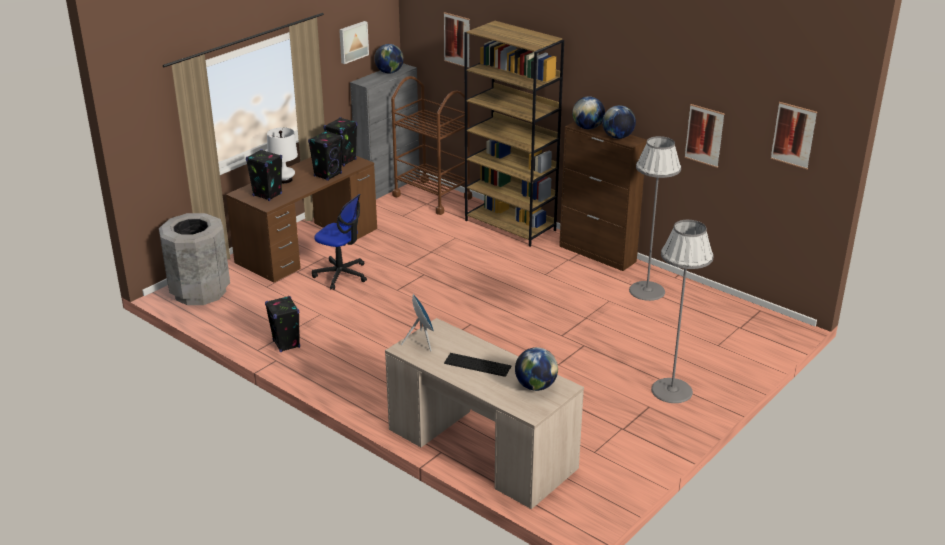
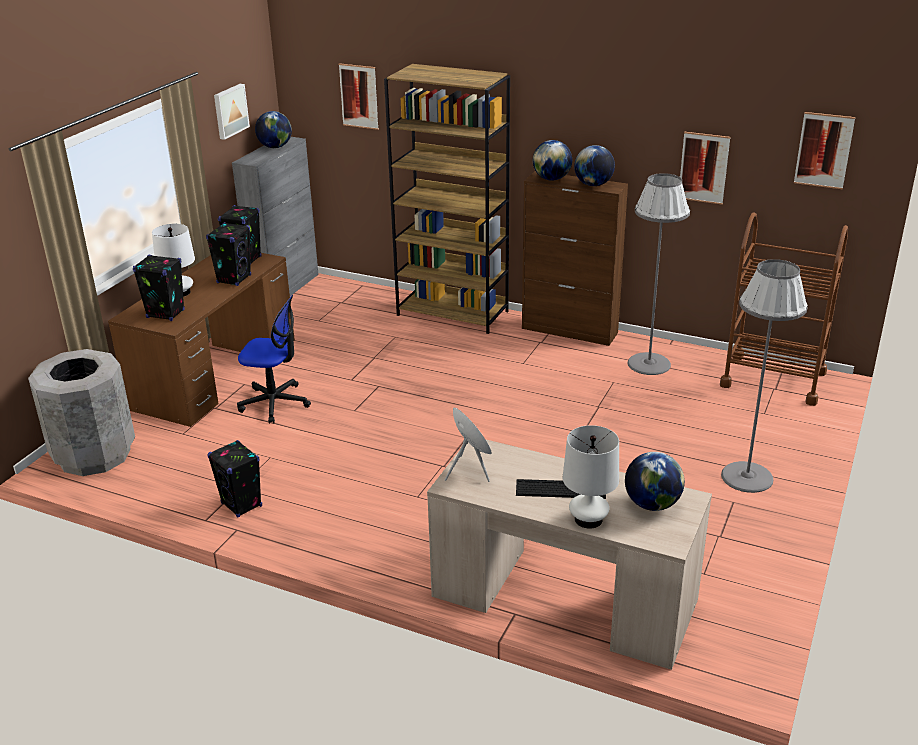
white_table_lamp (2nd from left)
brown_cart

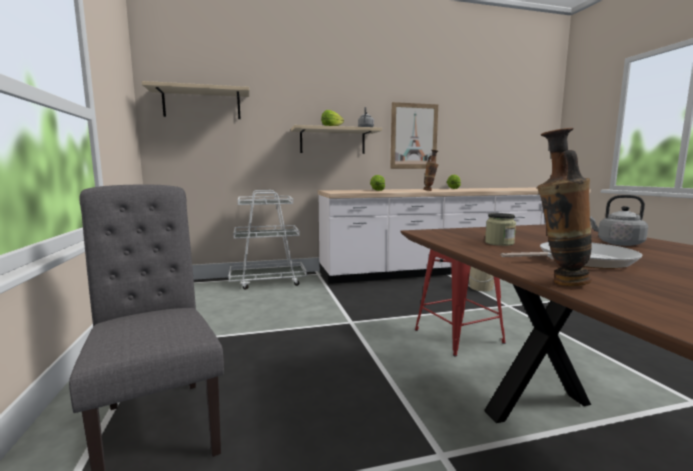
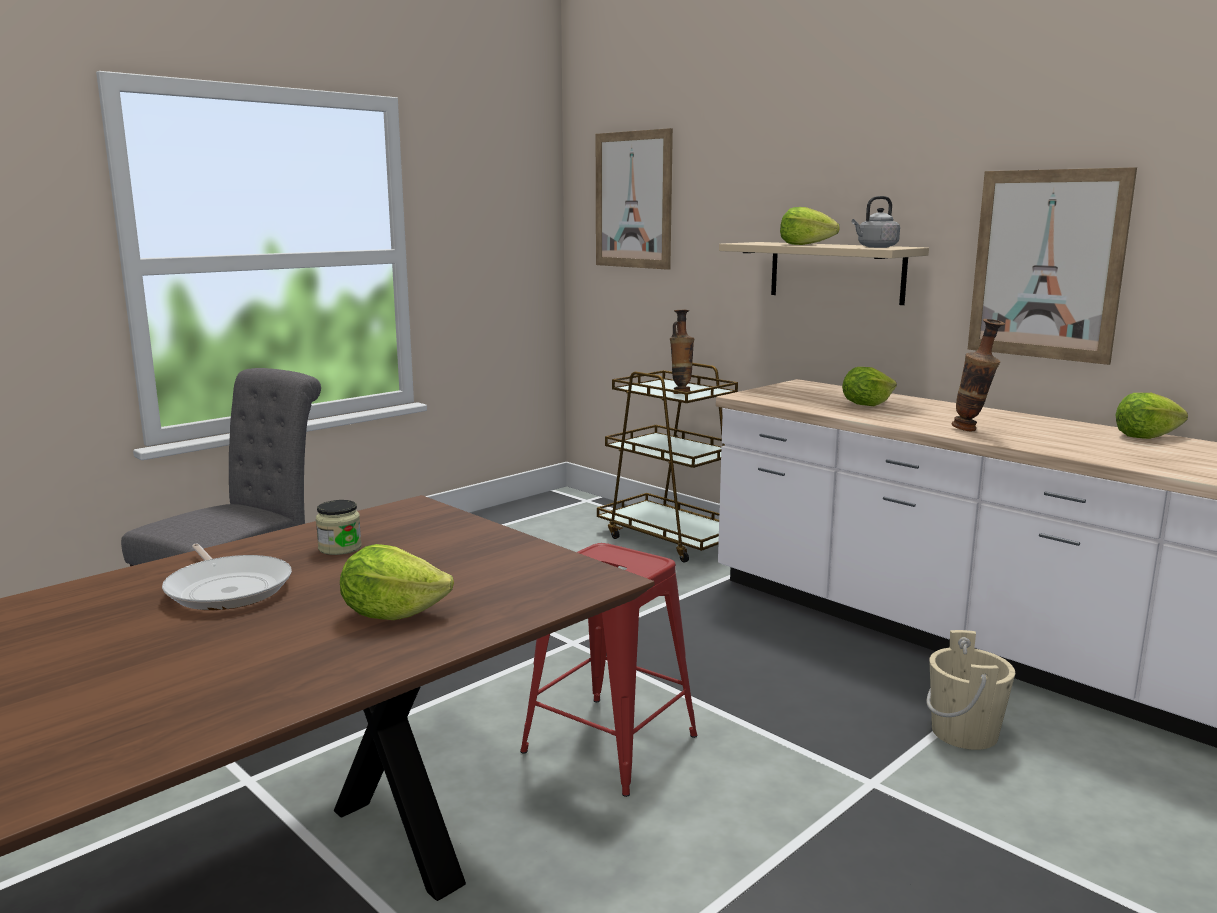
vase (1st from left)
picture (1st from left)
lettuce (1st from left)
brown_cart

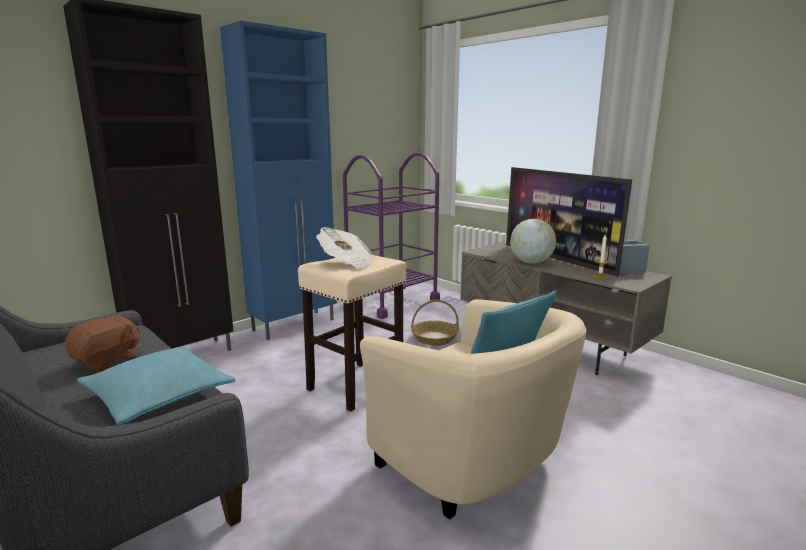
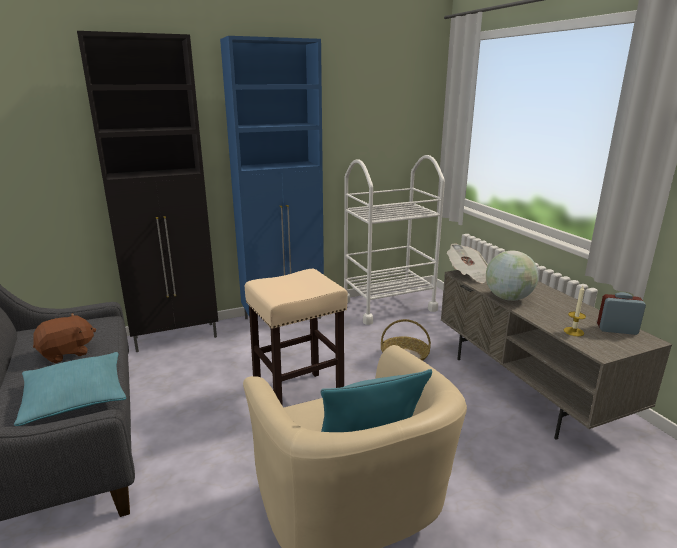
television
newspaper
white_cart

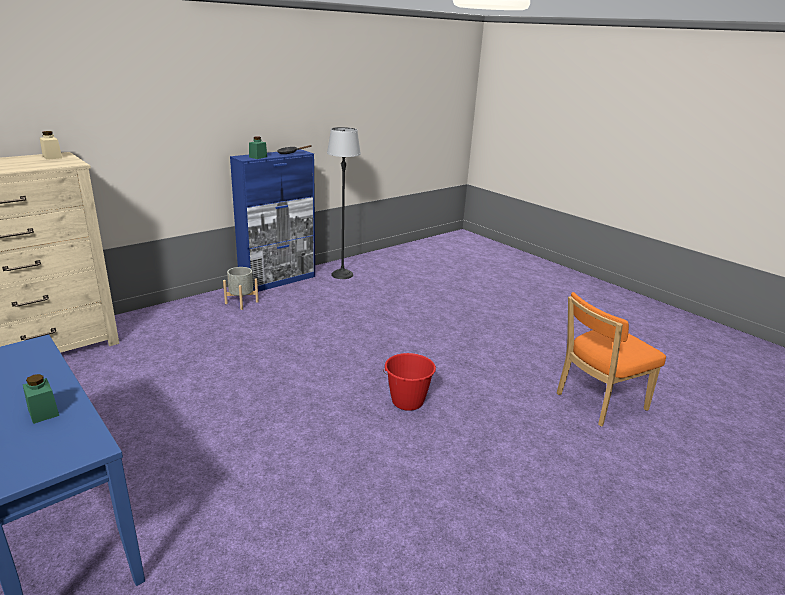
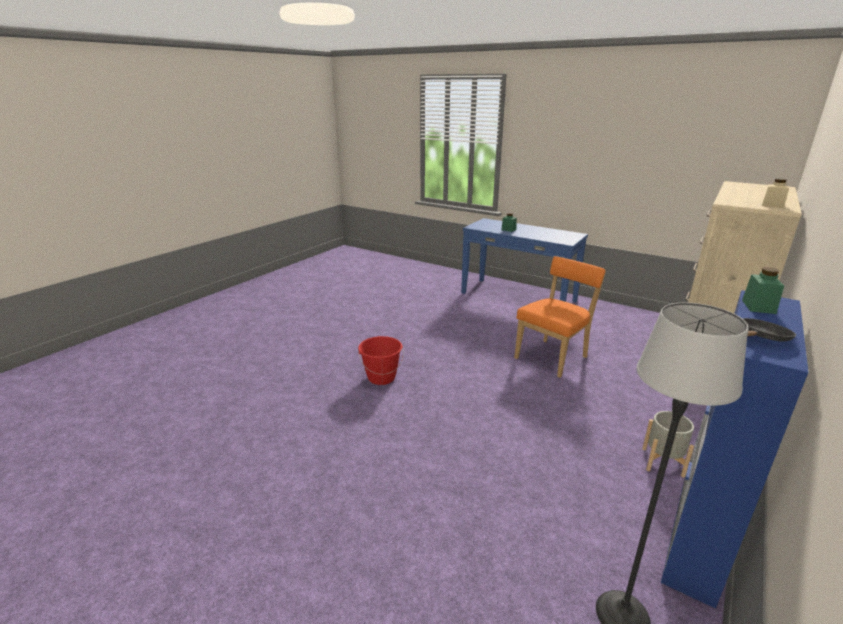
orange_chair

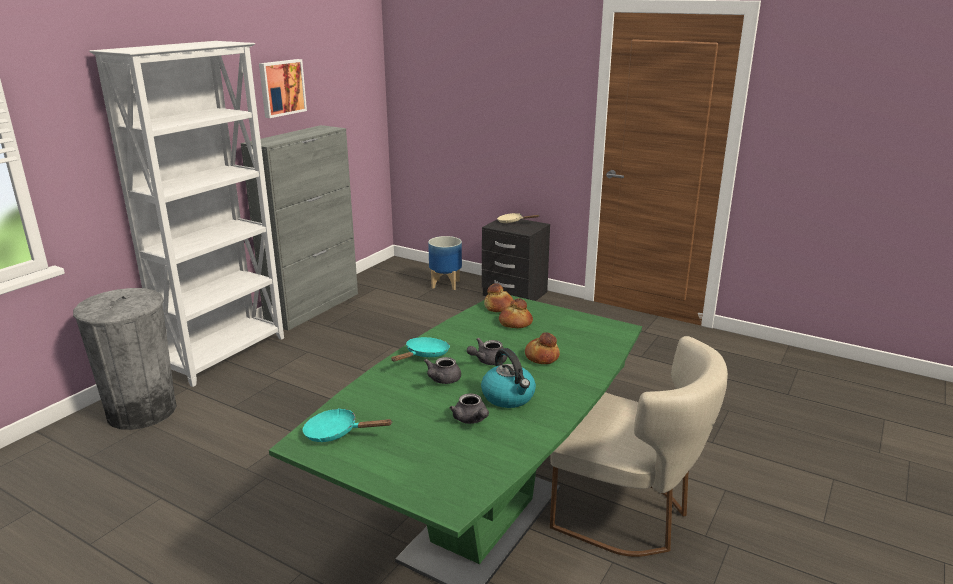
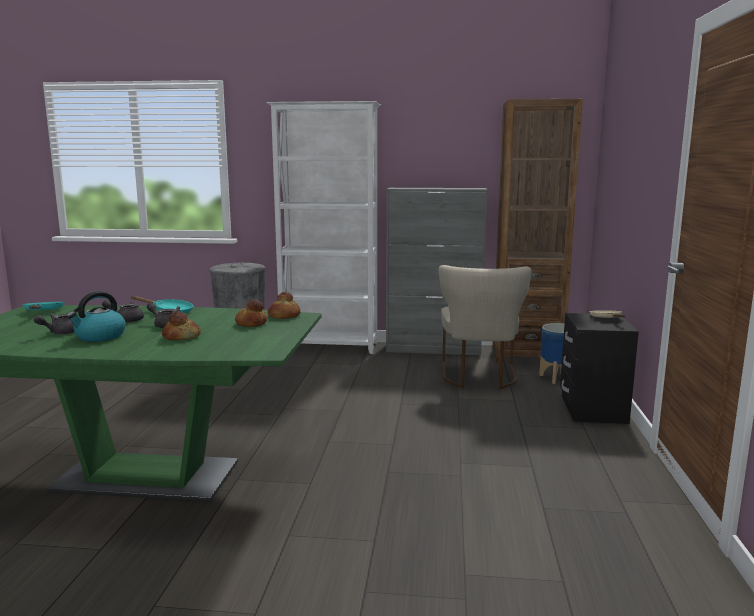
picture
brown_bookcase
beige_chair

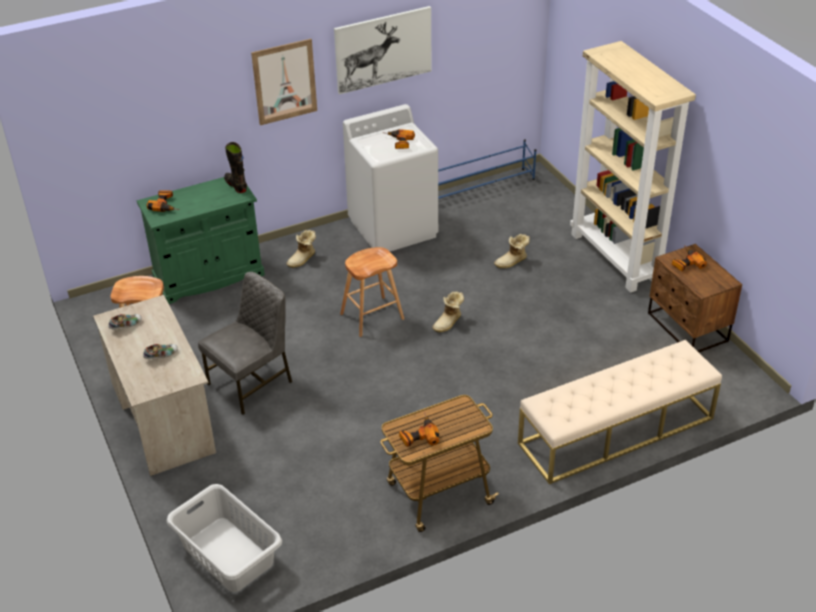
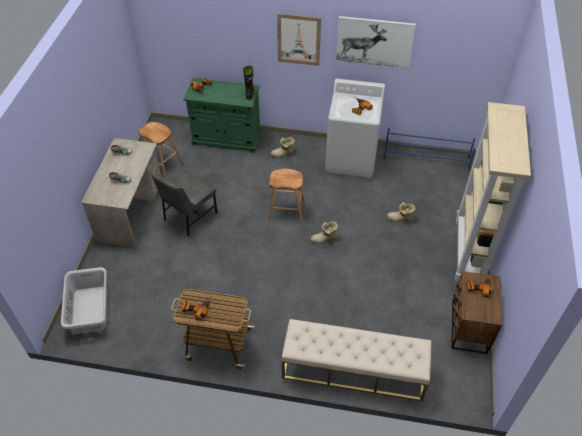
grey_chair

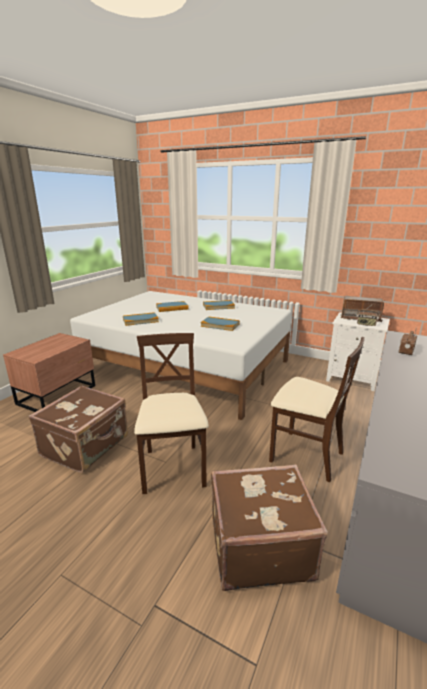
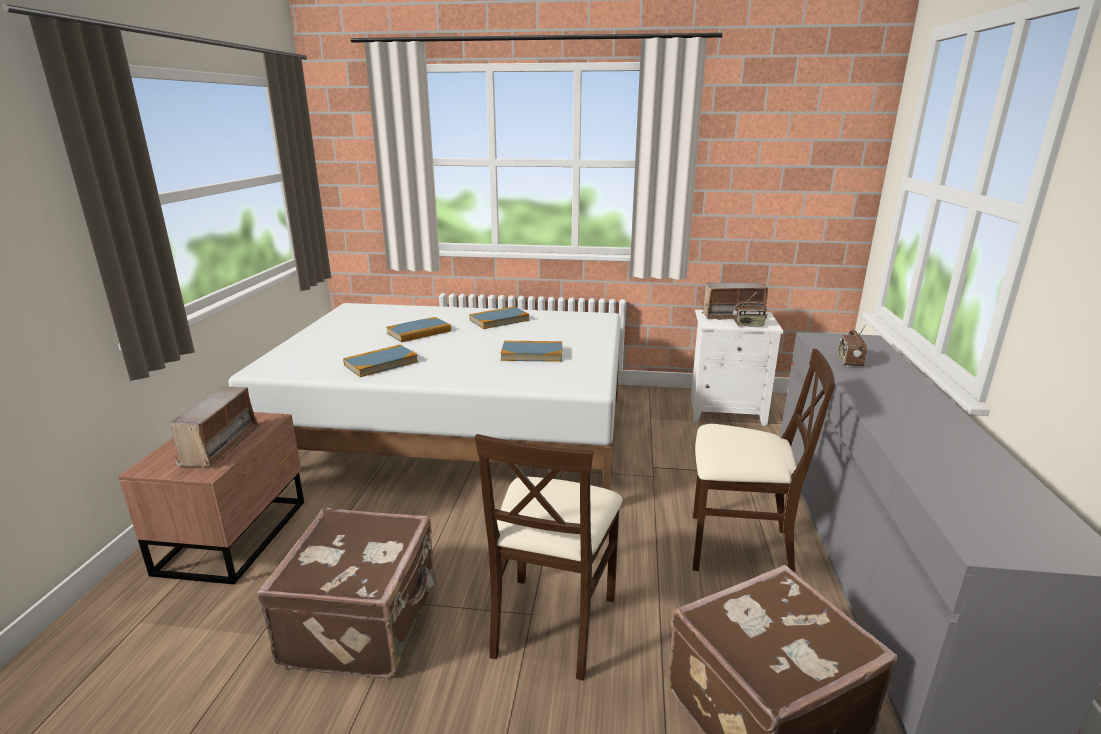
radio (1st from left)
beige_chair (1st from left)

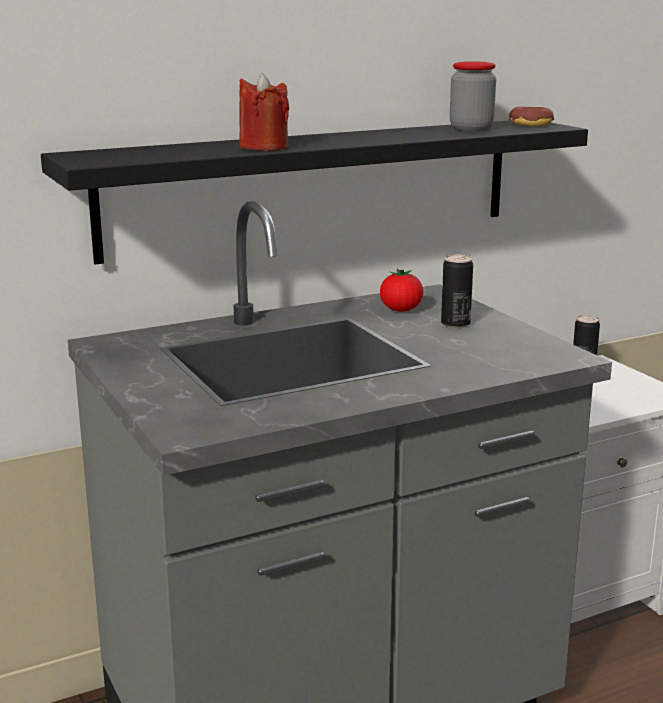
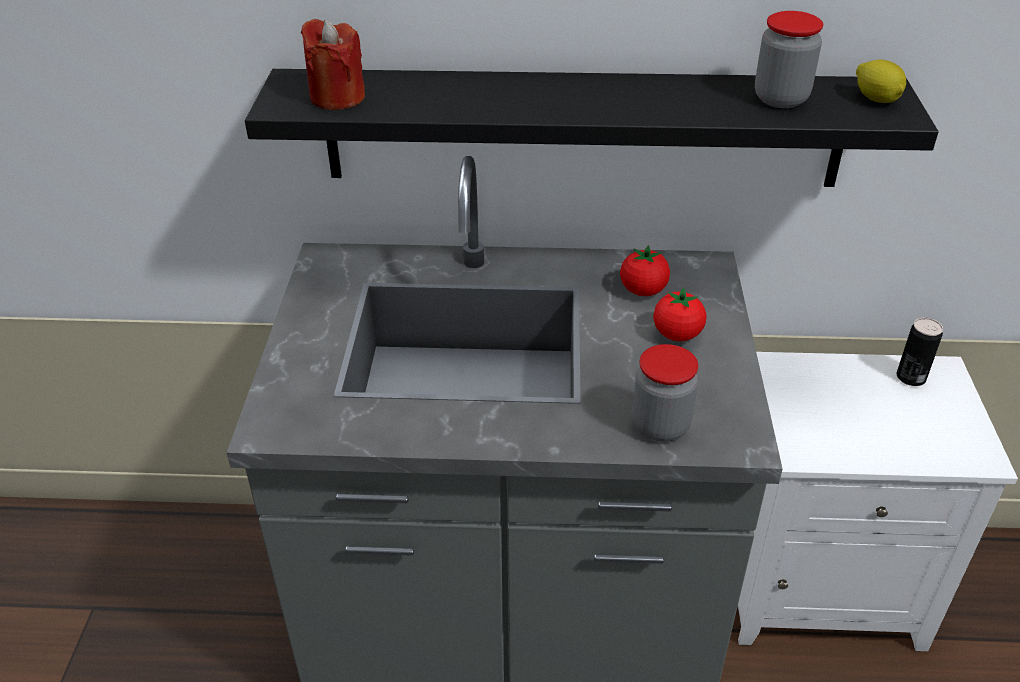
jar (1st from left)
red_candle
tomato (2nd from left)
lemon

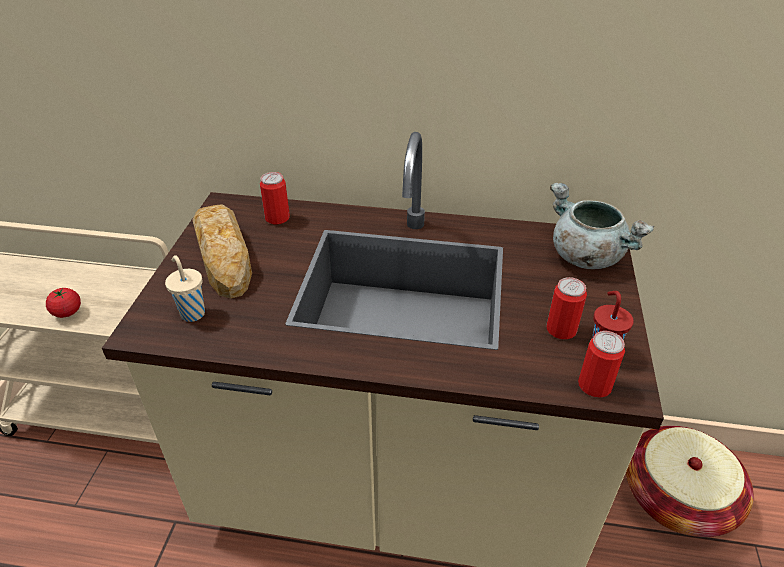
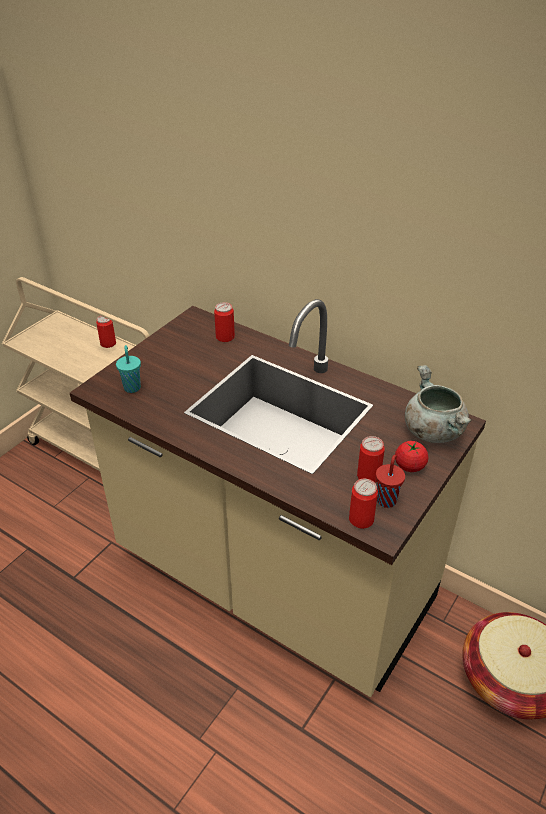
bread
can (1st from left)
tomato
turquoise_cup

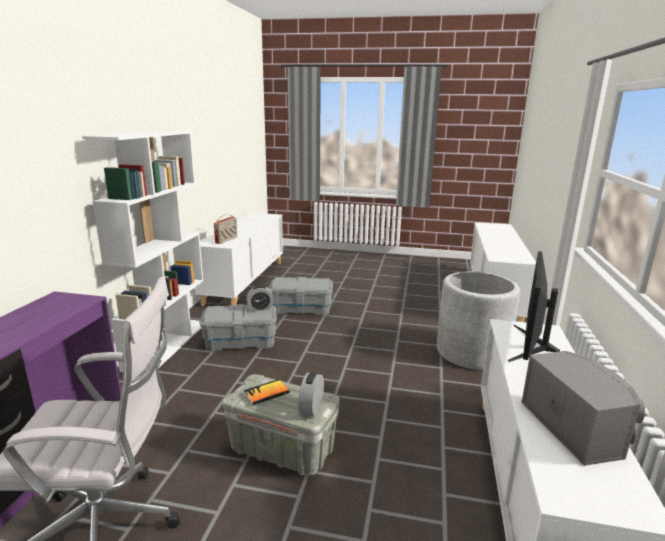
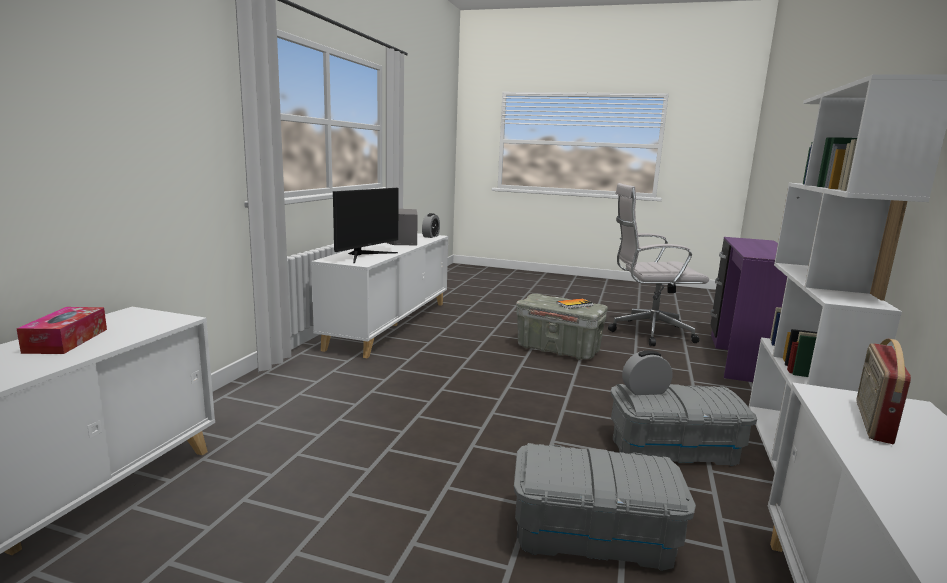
grey_planter
tissue_box
alarm_clock (1st from left)

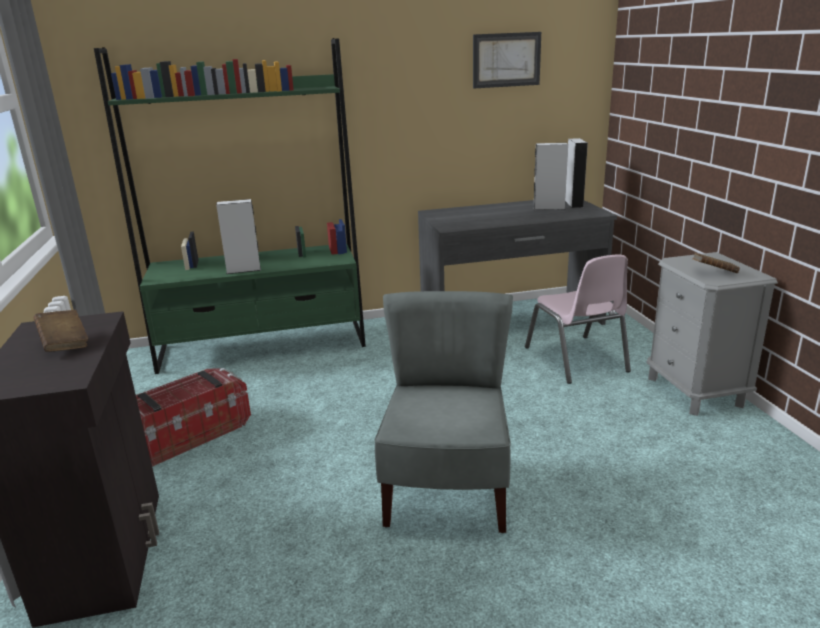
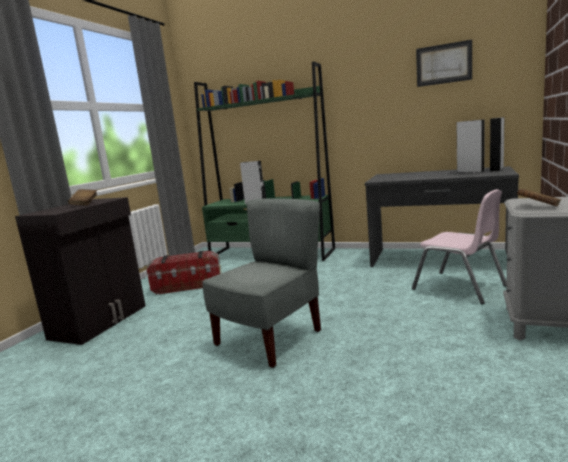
pink_chair

